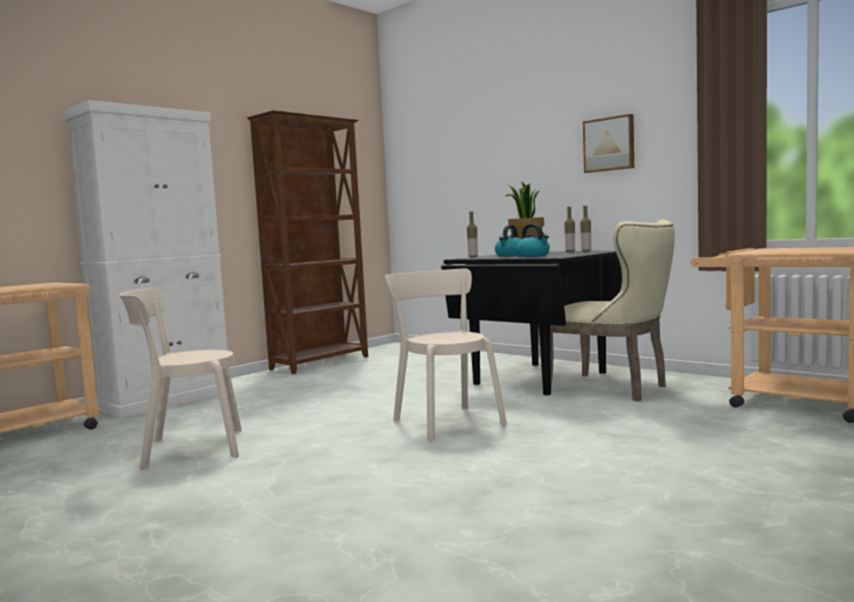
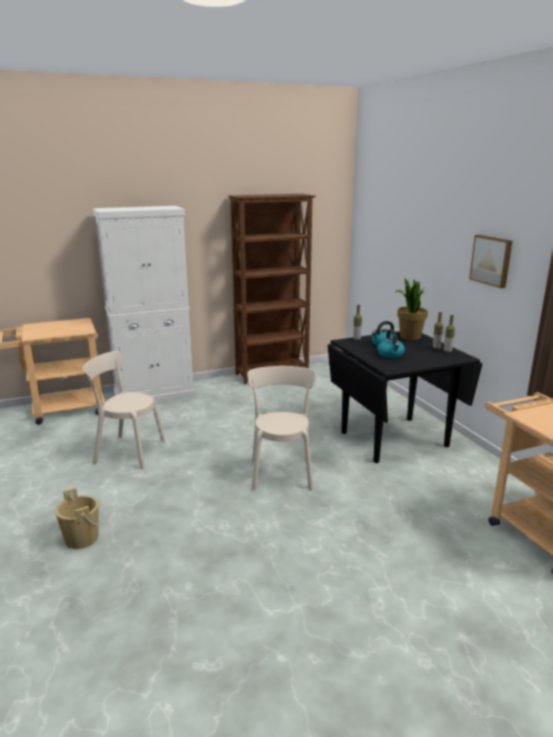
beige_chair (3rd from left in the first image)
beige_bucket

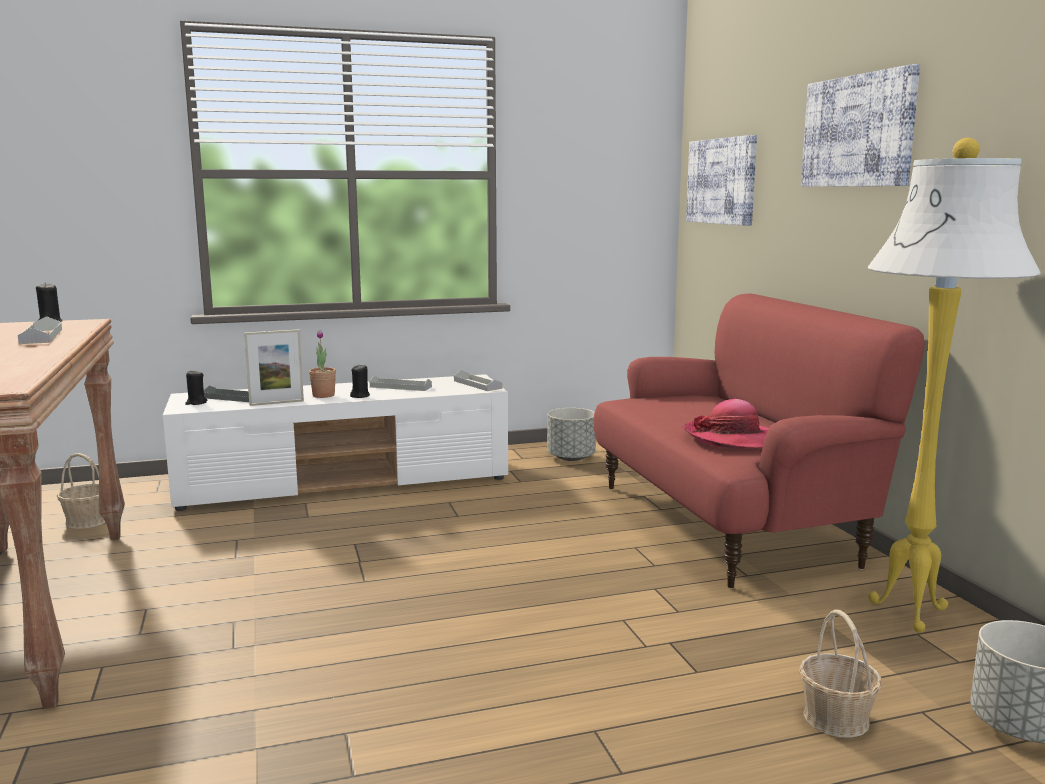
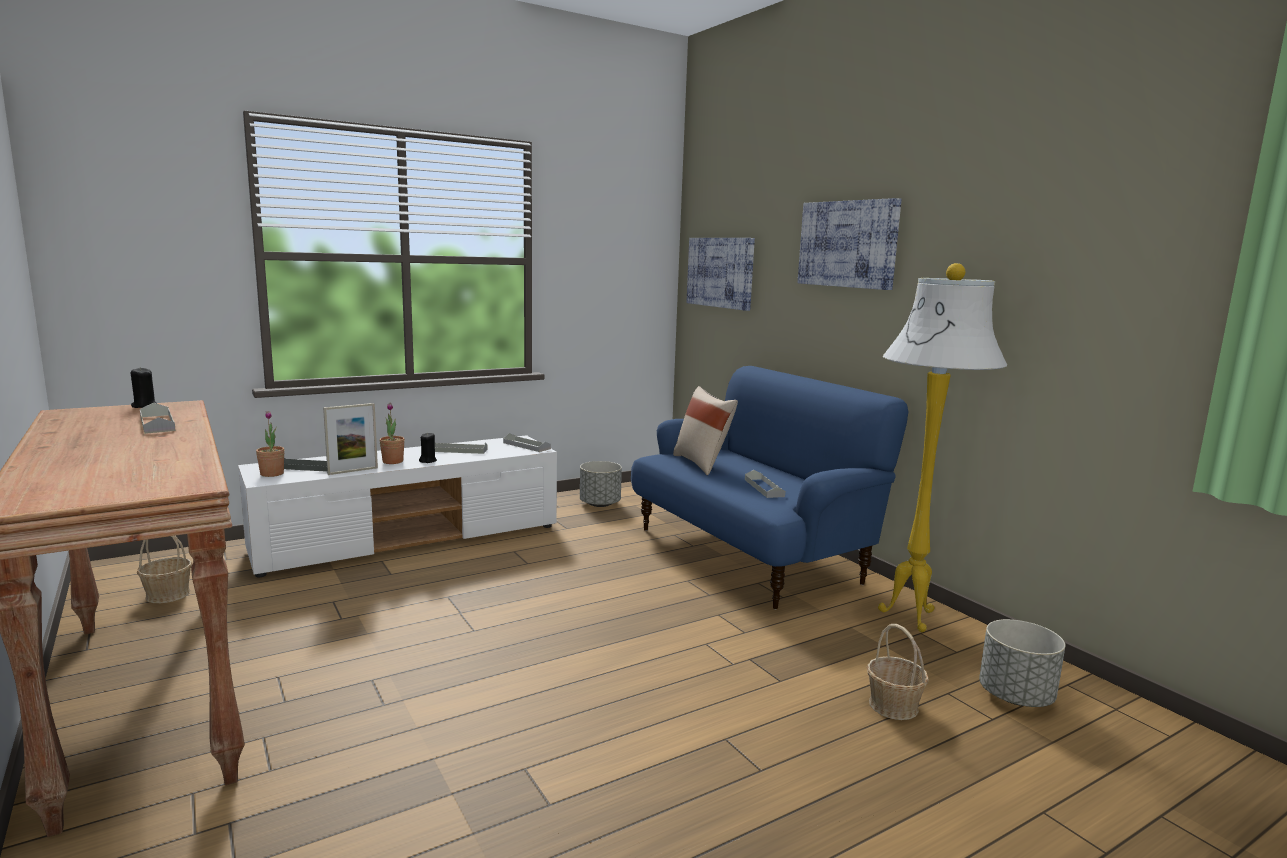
beige_pillow
potted_plant (1st from left)
grey_tray (5th from left)
blue_sofa

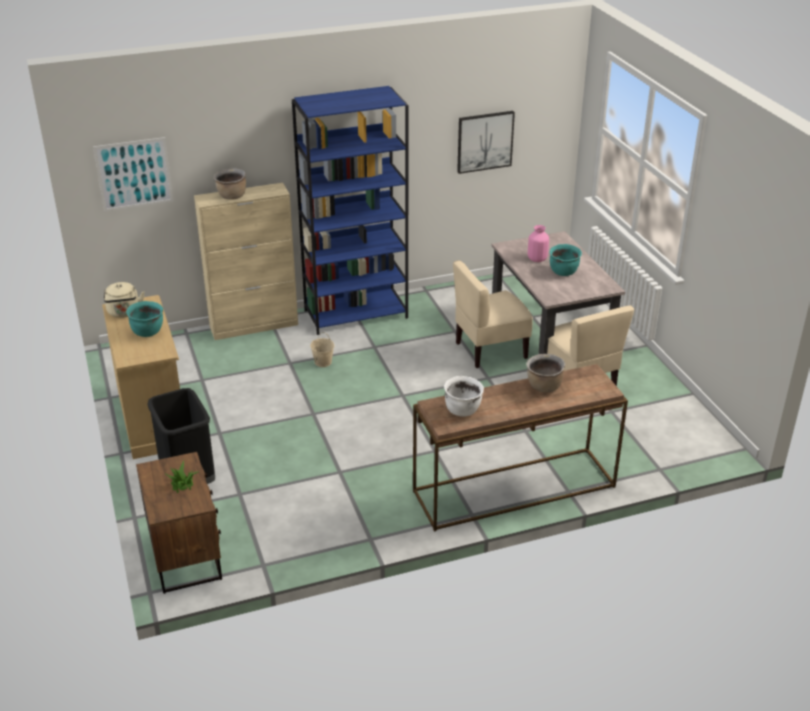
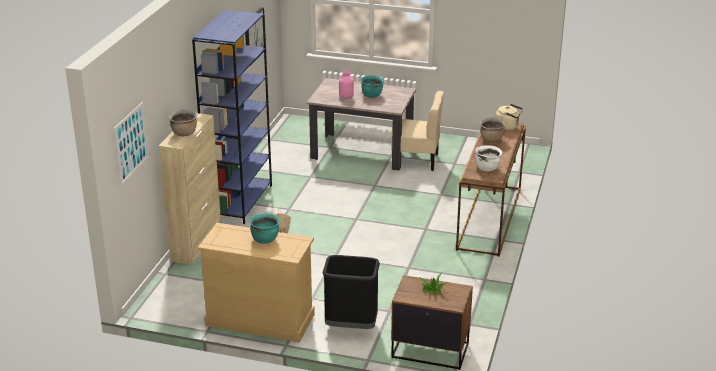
beige_chair (1st from left in the first image)
beige_kettle

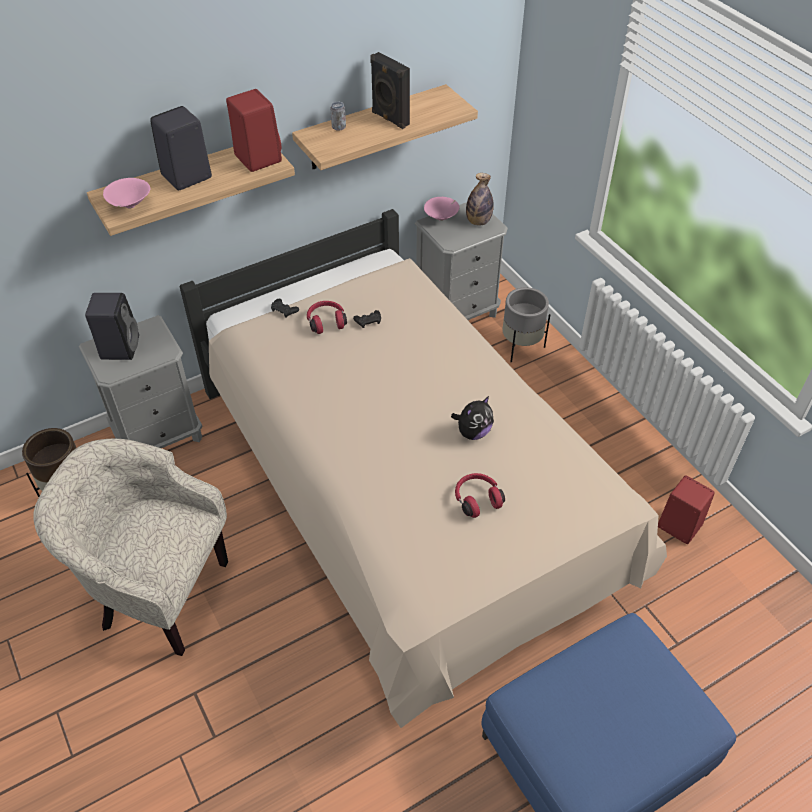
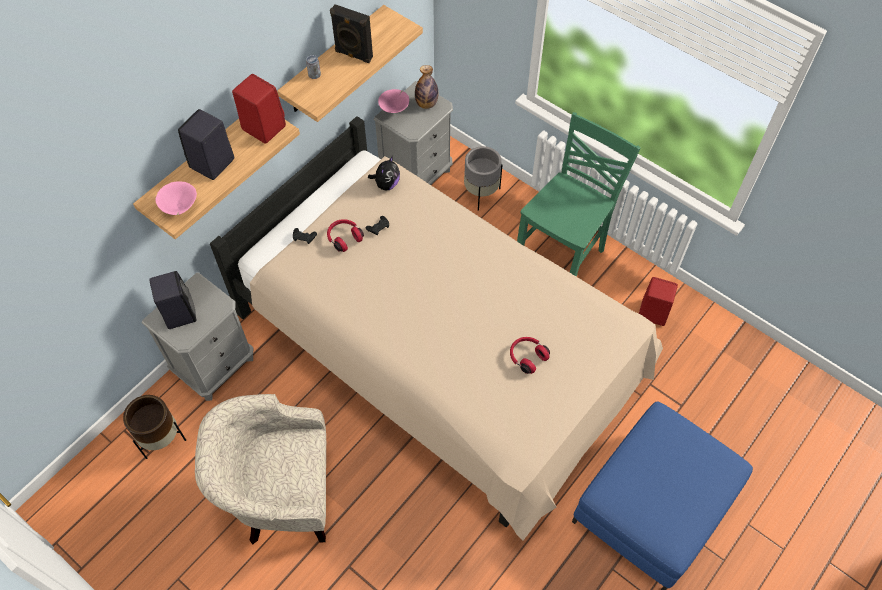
green_chair
plush_toy

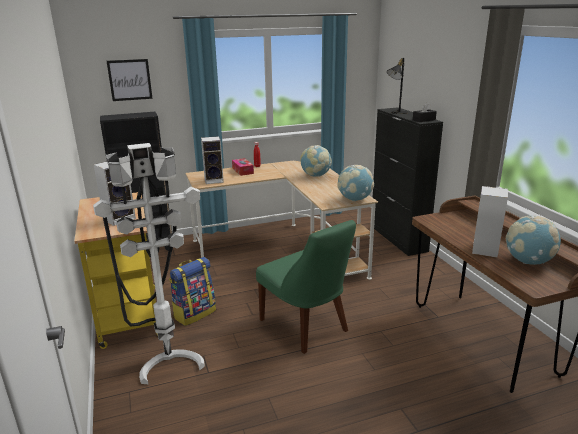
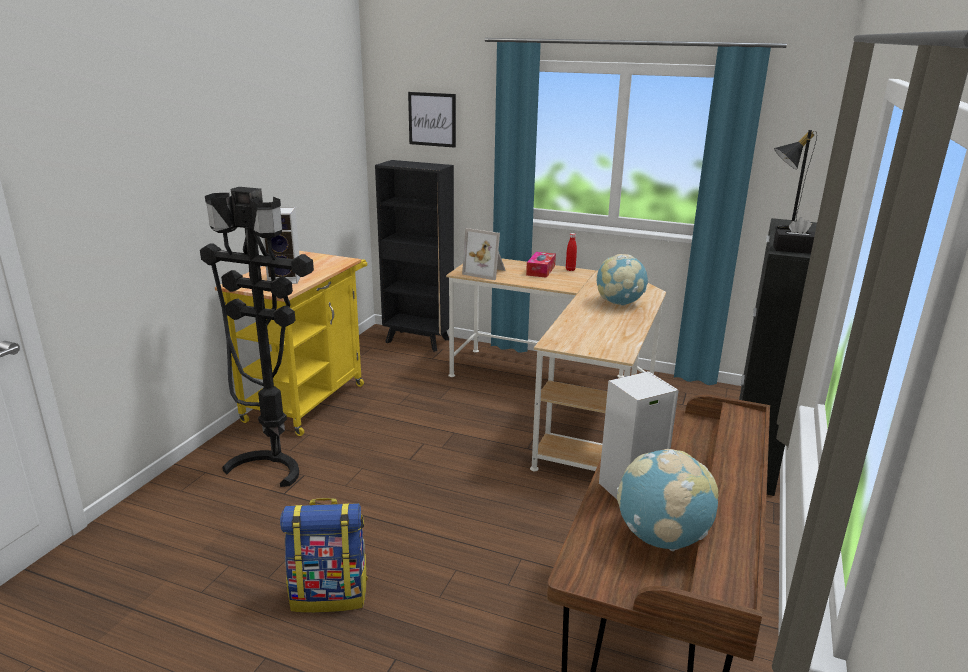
green_chair
globe (2nd from left in the first image)
backpack
picture_frame
black_floor_lamp

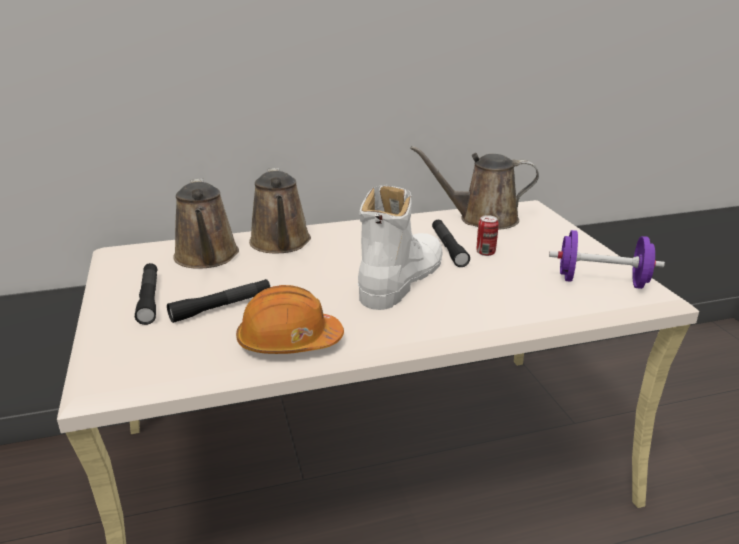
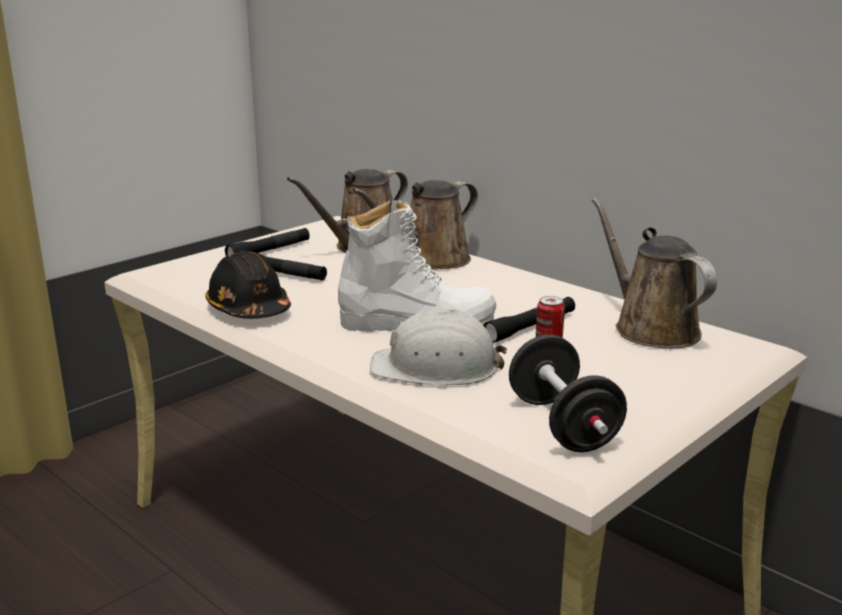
white_hard_hat
black_hard_hat
black_dumbbell

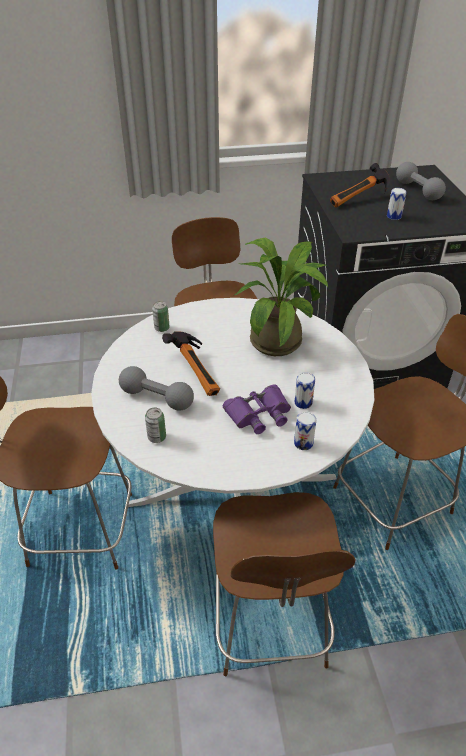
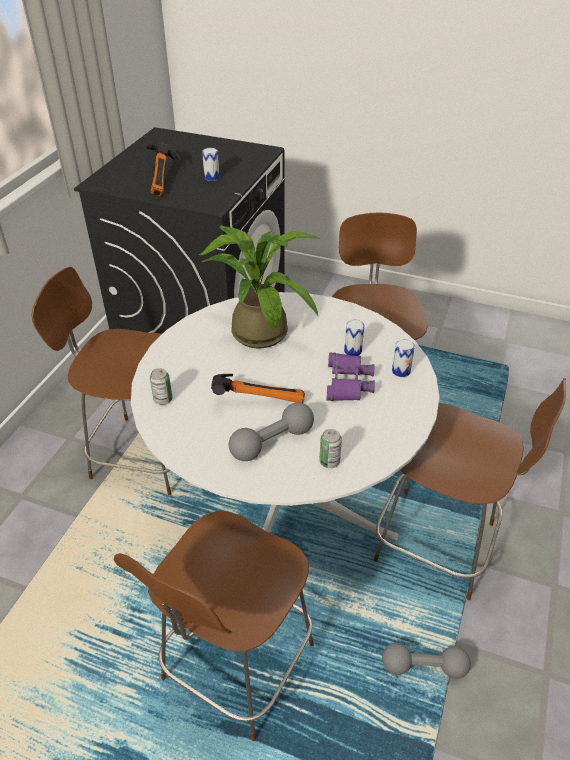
grey_dumbbell (2nd from left)

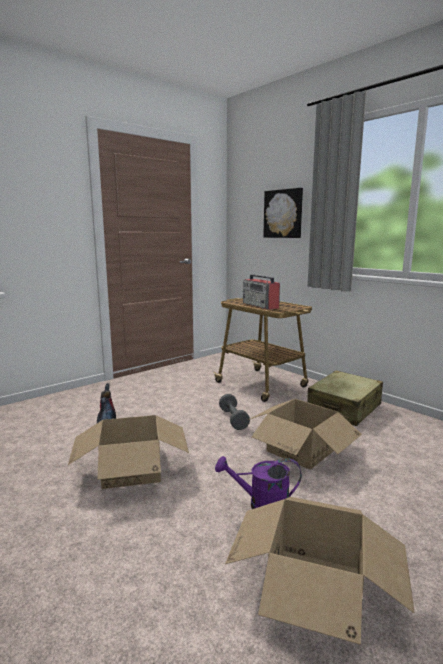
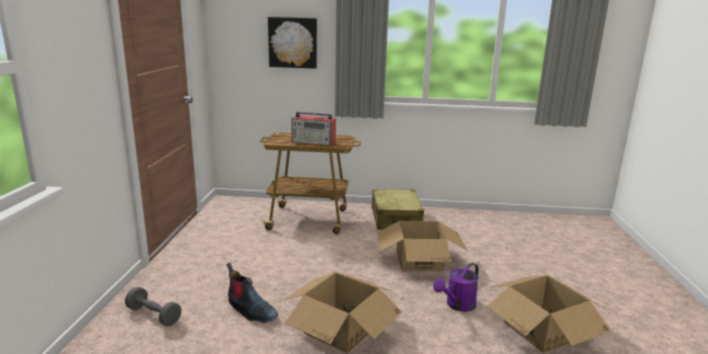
grey_dumbbell

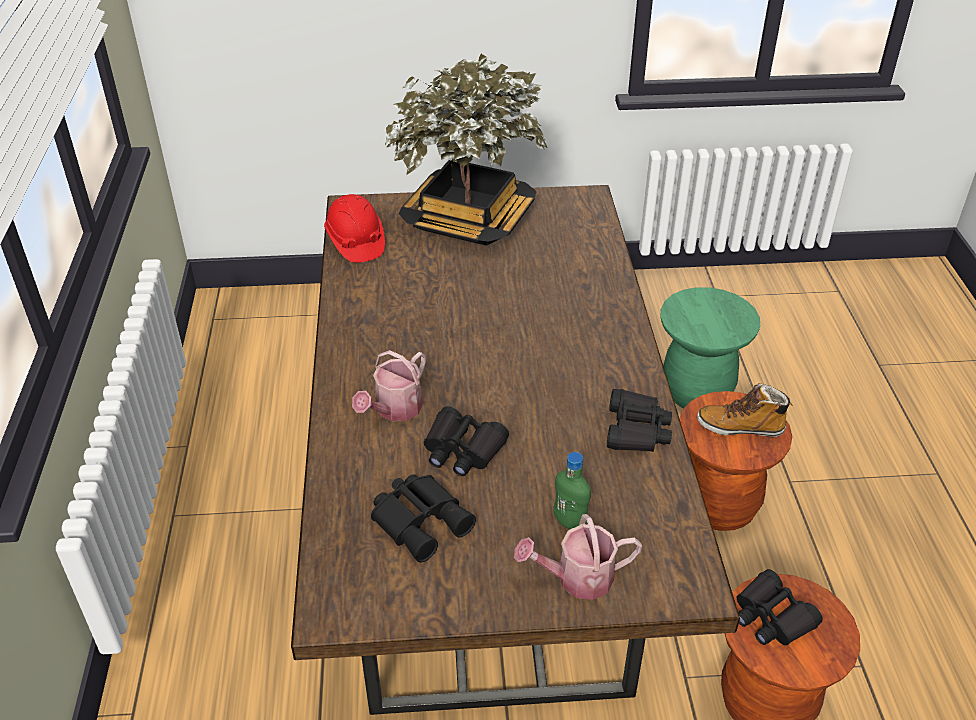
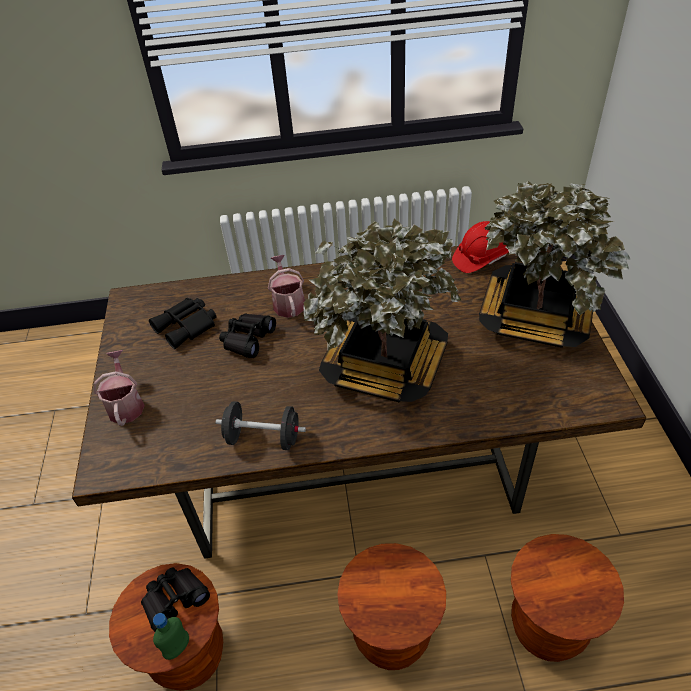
boot
potted_plant (1st from left)
green_bottle
black_dumbbell
brown_stool (3rd from left)
watering_can (2nd from left)

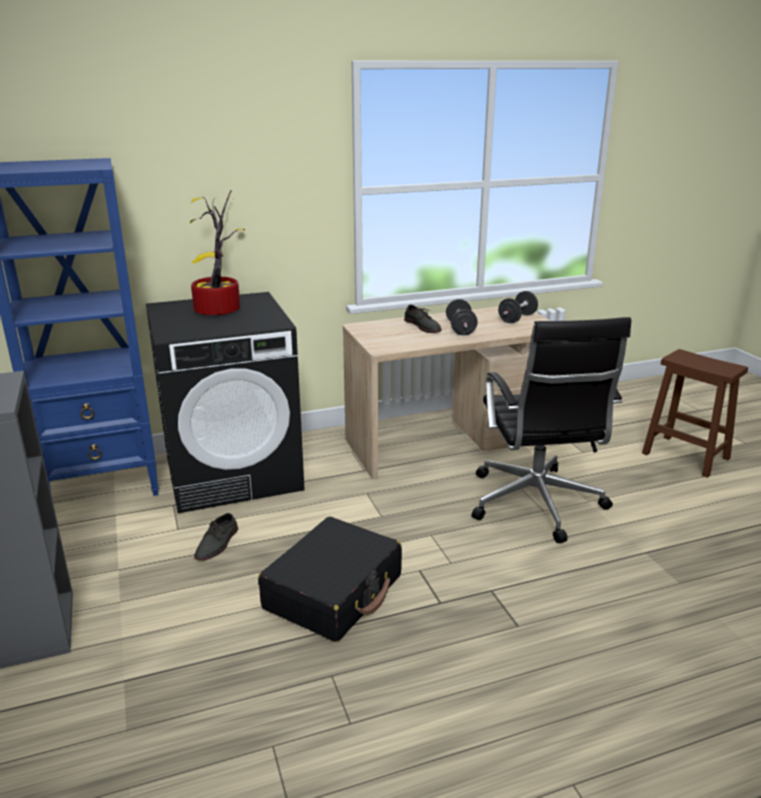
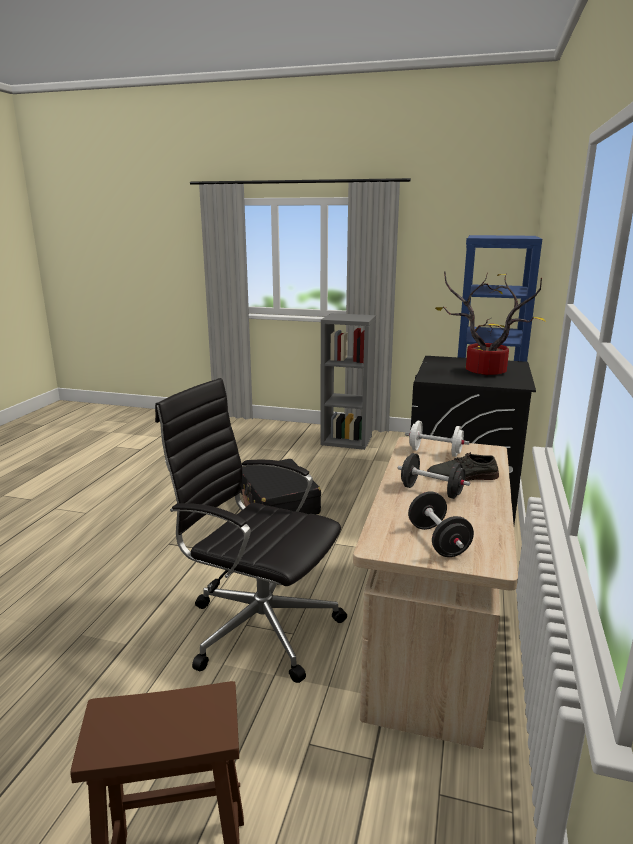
grey_shoe (1st from left in the first image)
white_dumbbell

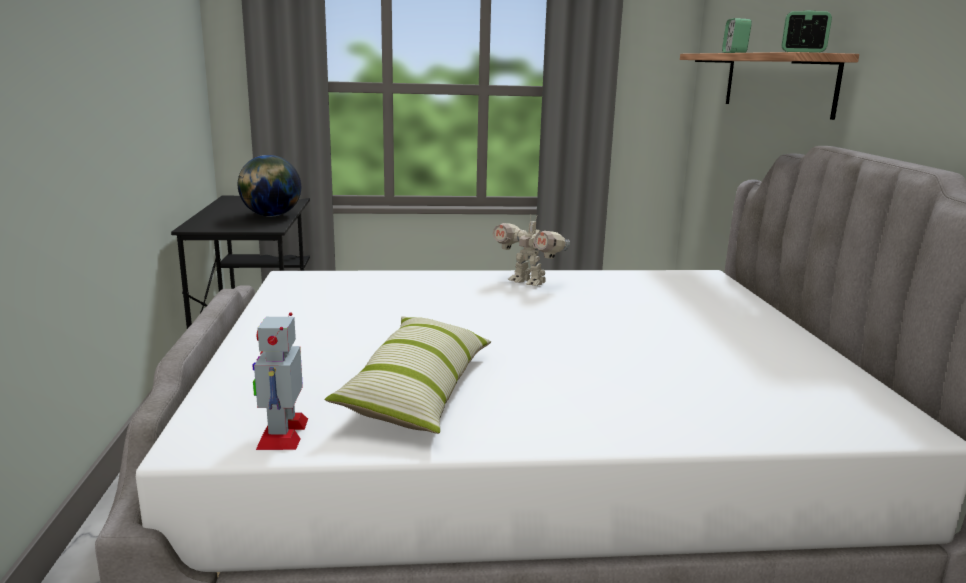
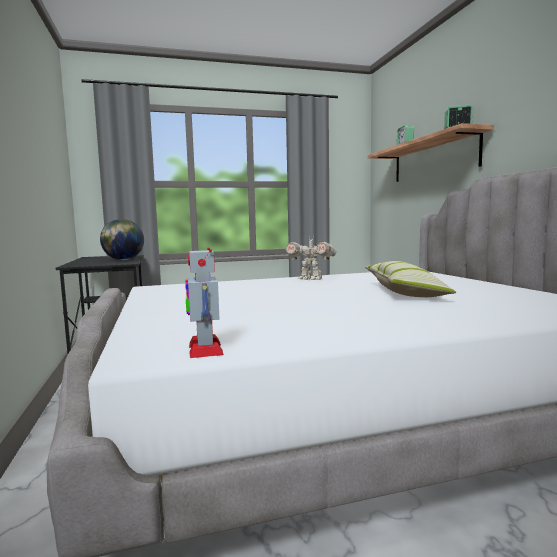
pillow

